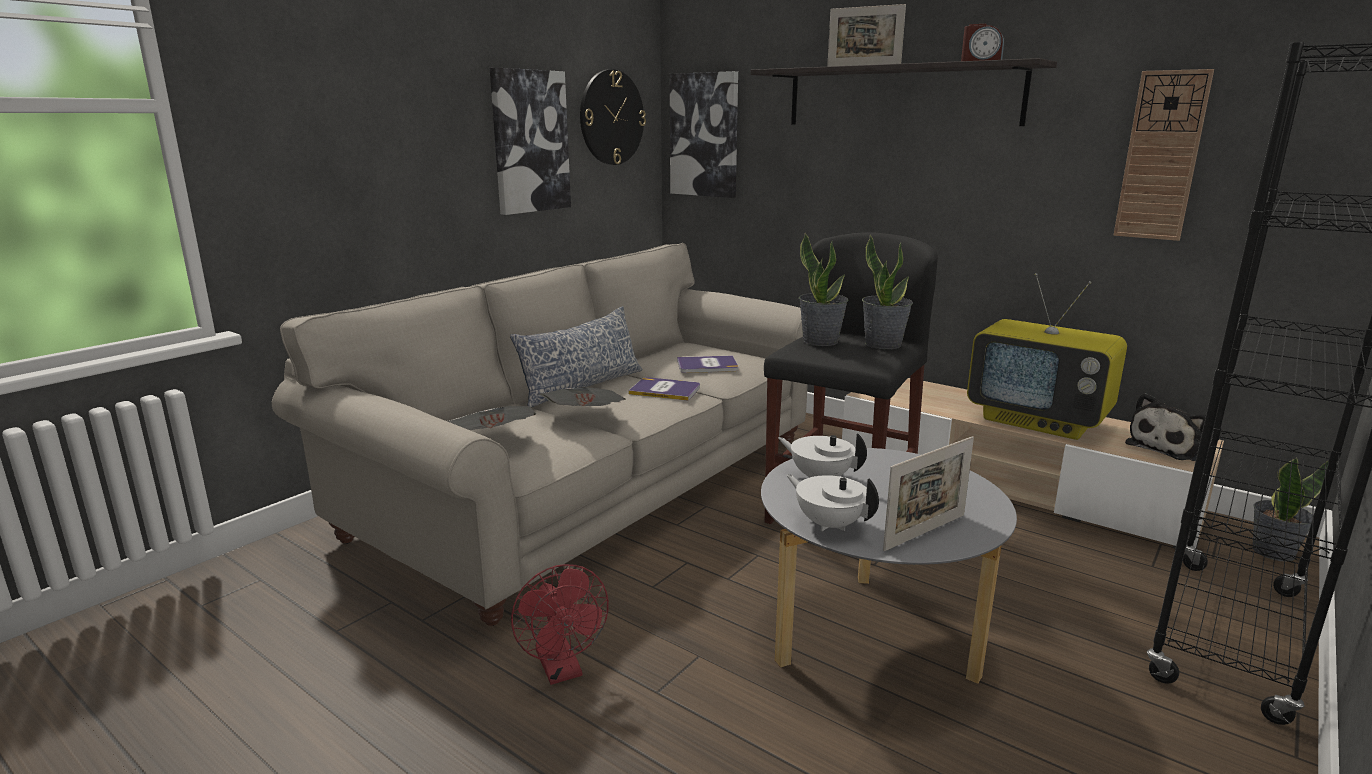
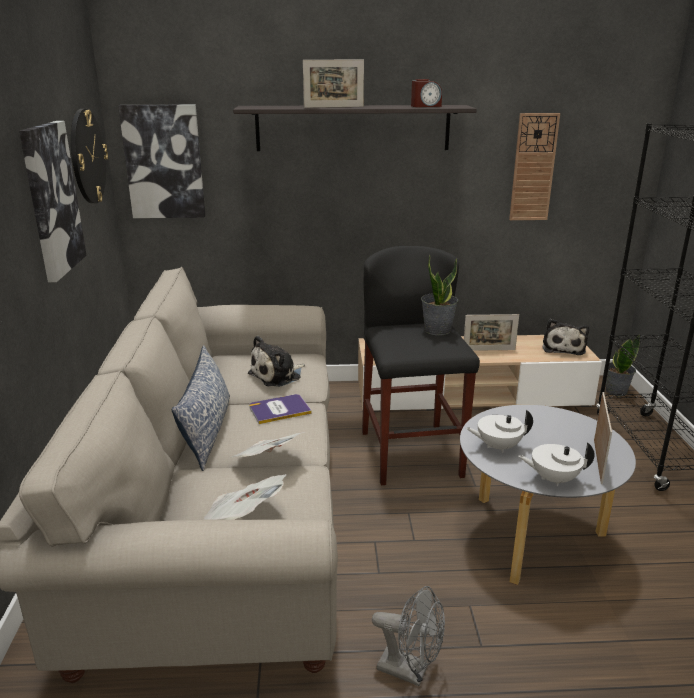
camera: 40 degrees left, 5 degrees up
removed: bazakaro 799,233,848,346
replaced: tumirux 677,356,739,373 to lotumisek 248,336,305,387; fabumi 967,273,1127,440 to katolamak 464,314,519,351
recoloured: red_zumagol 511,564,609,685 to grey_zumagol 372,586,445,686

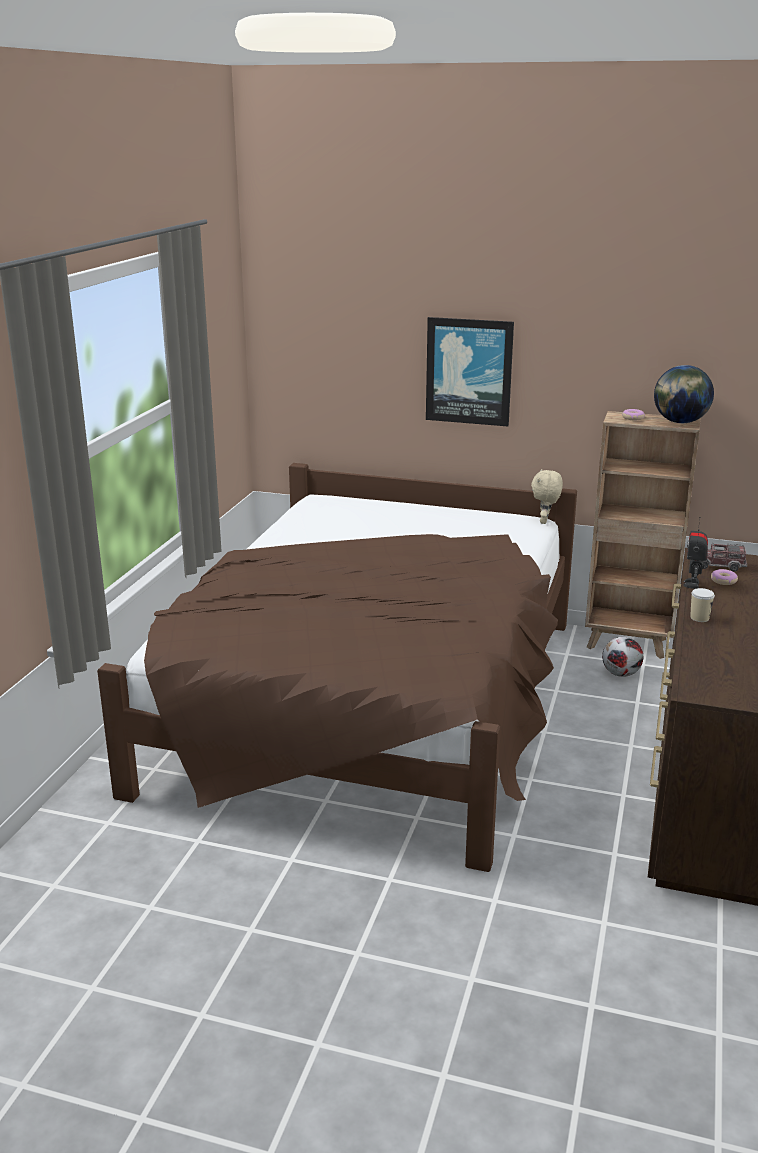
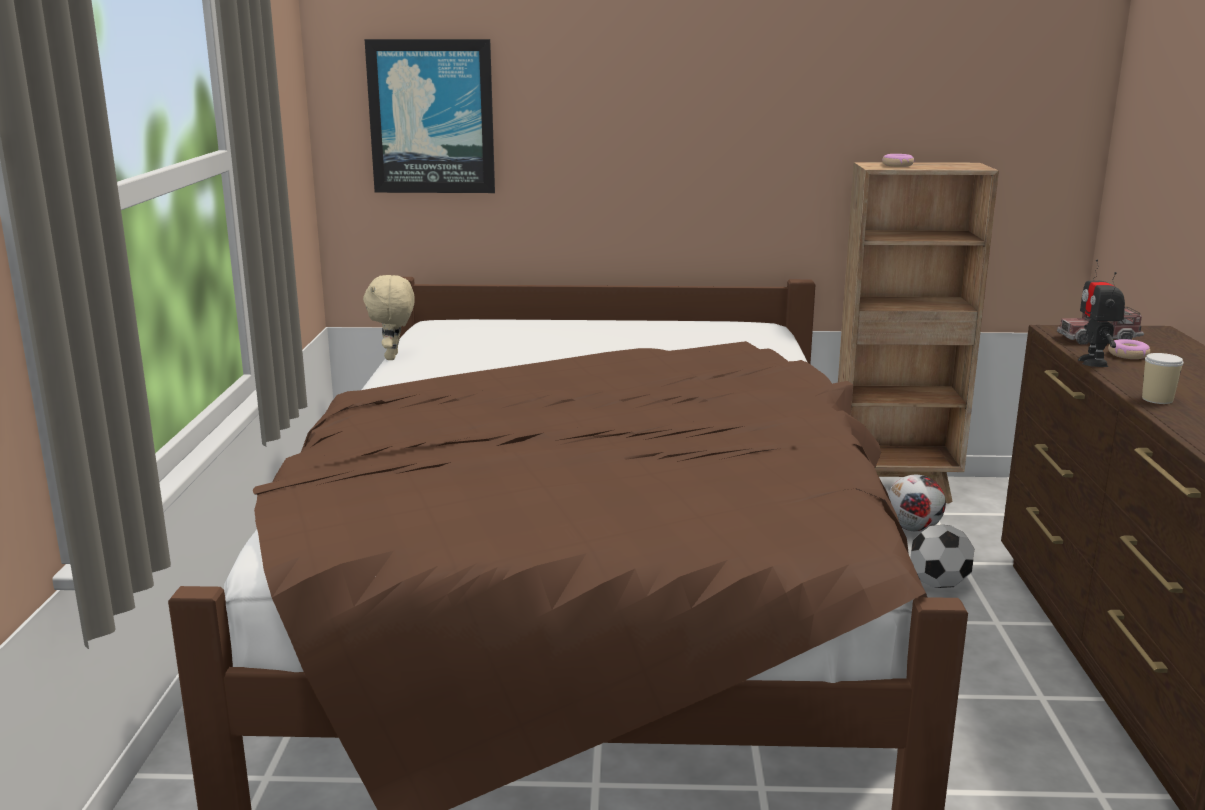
camera: 15 degrees left, 5 degrees down
removed: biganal 654,365,714,423
added: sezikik 910,525,974,588
moved: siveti 426,317,514,426 to 364,39,495,193; beige_lotumisek 531,469,563,524 to 363,275,415,360

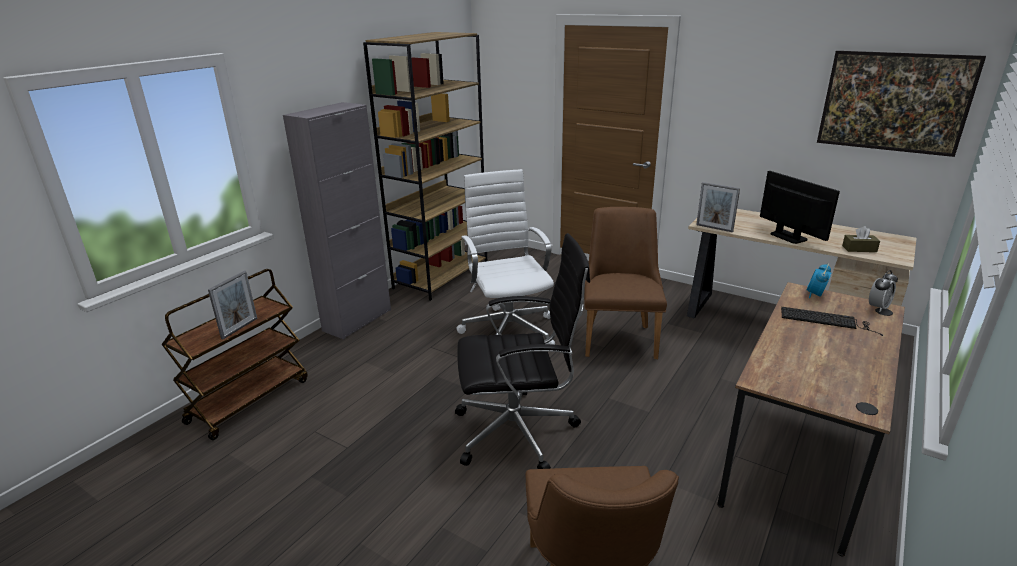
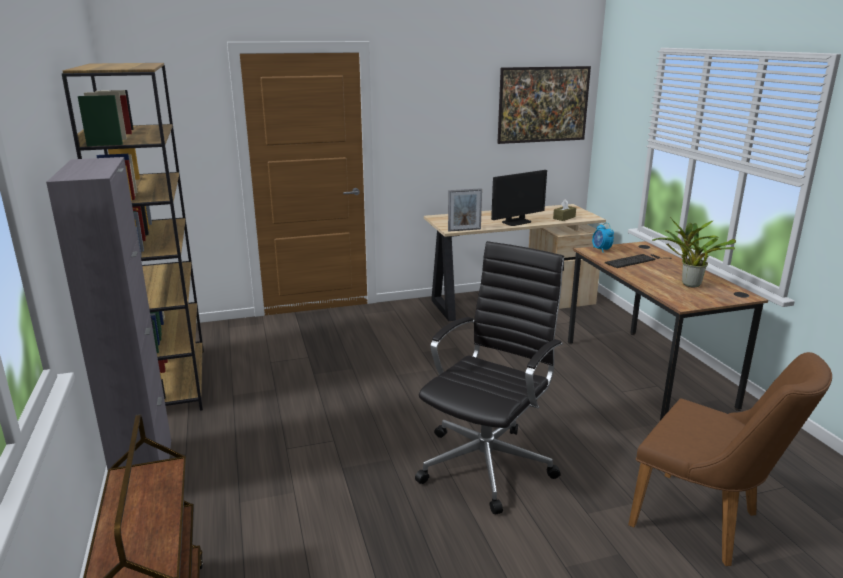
camera: 50 degrees left, 5 degrees down
removed: katolamak 208,271,257,340; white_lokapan 457,169,555,345; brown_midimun 584,207,667,359; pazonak 869,270,898,312
added: bazakaro 652,217,736,287
turned: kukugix 760,171,840,244 = 491,170,547,226 135 degrees clockwise

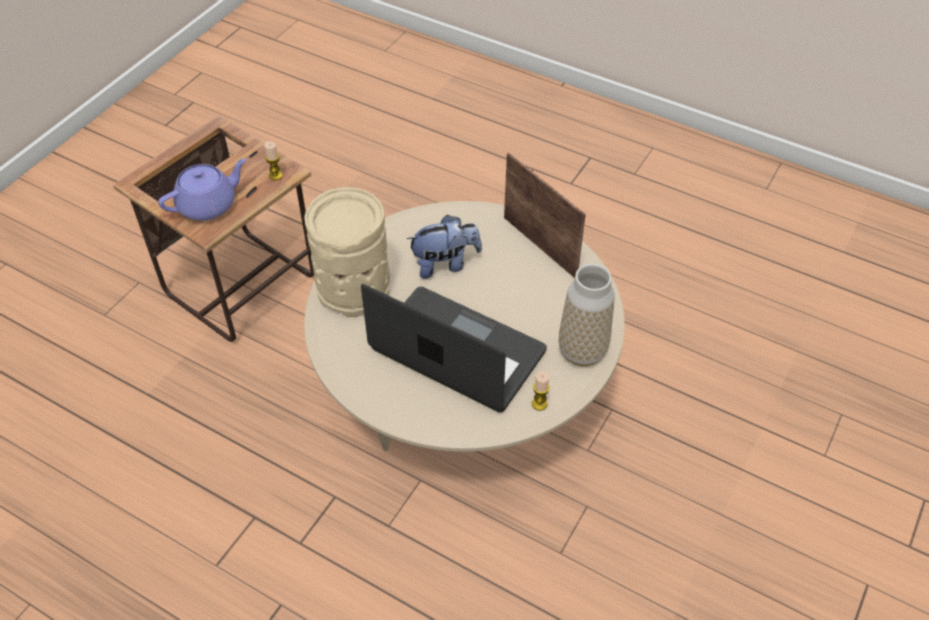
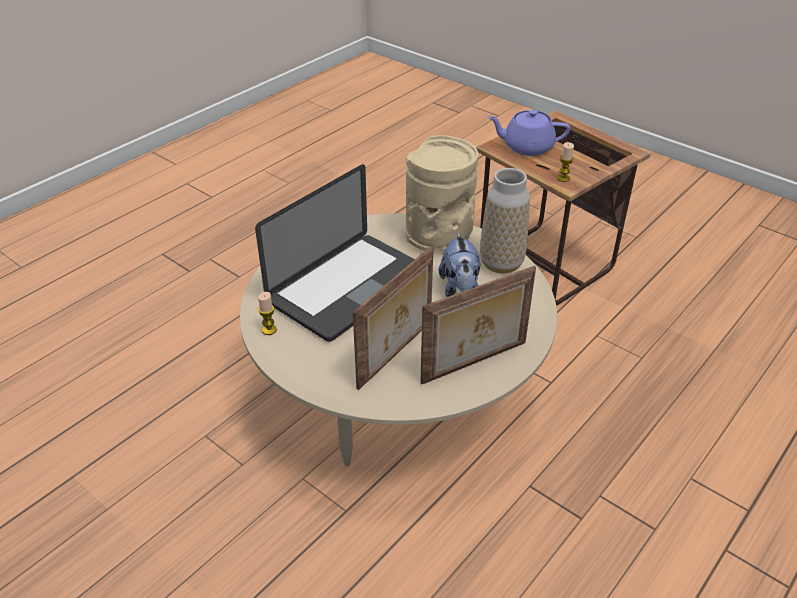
camera: 100 degrees right, 10 degrees down
added: katolamak 353,246,433,390
moved: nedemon 559,264,615,366 to 480,168,530,274
turned: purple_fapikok 158,159,247,221 = 488,110,571,156 120 degrees clockwise

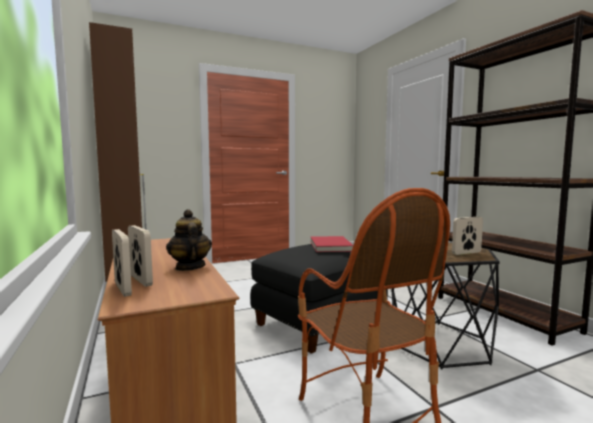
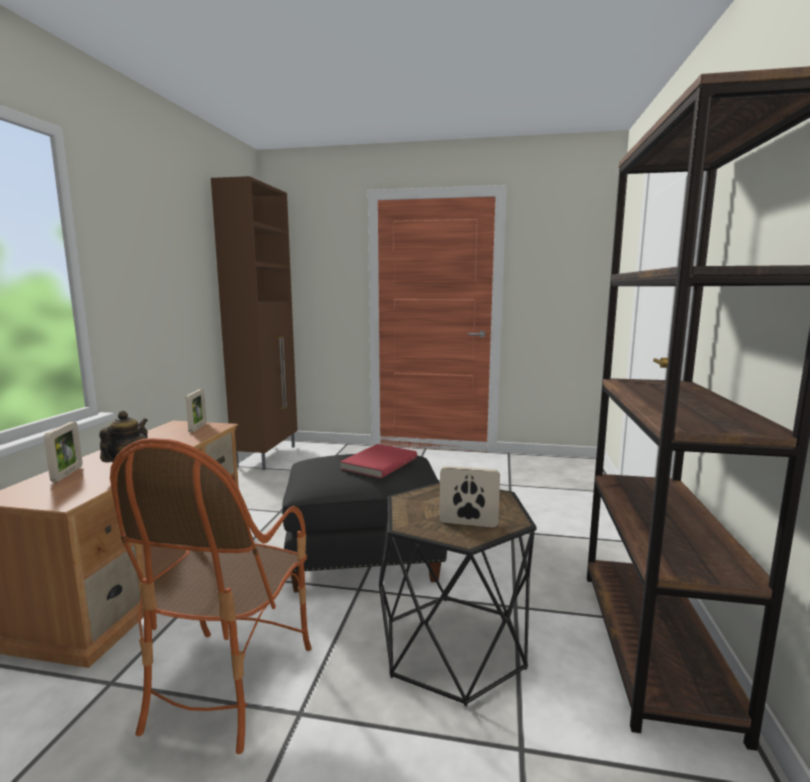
camera: 35 degrees right, 5 degrees up
moved: katolamak 112,229,132,297 to 186,389,207,432

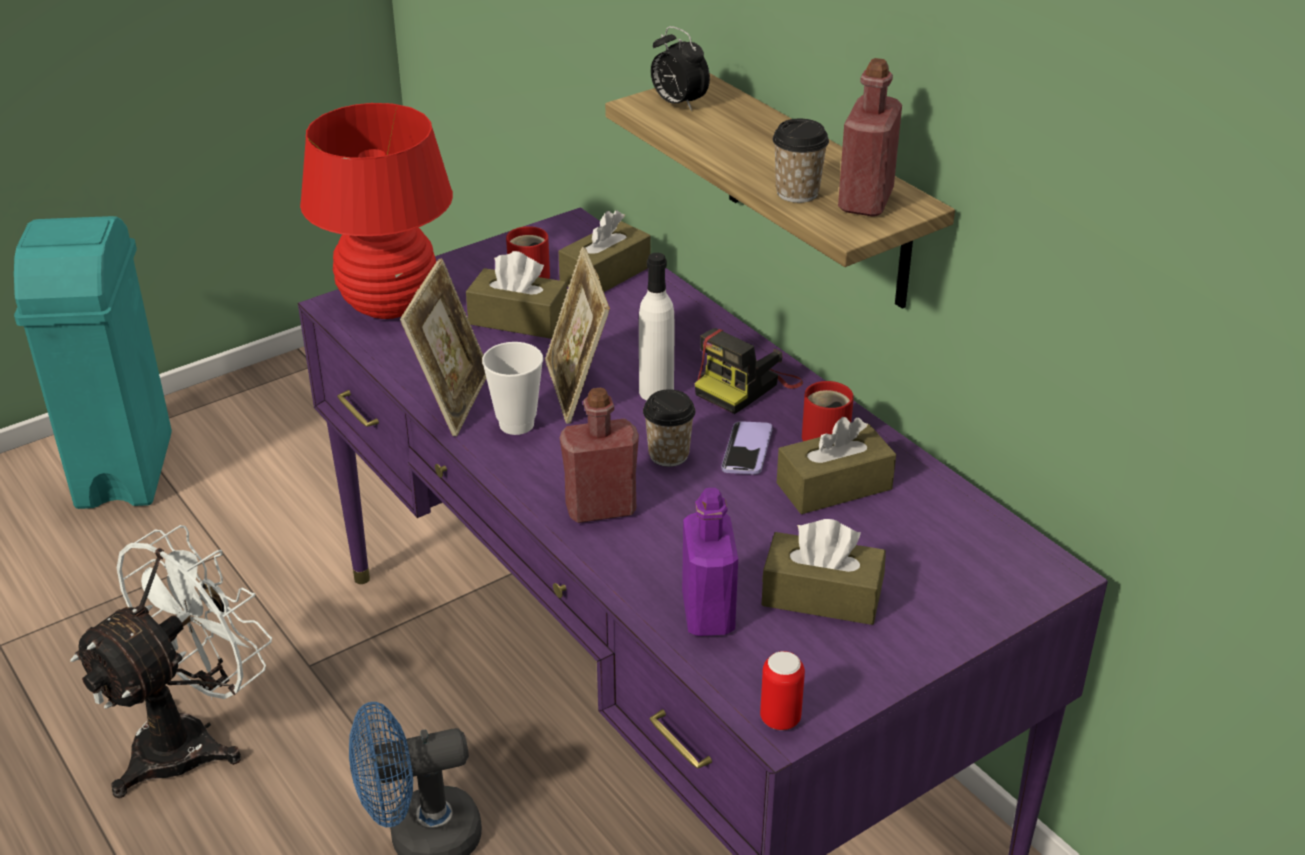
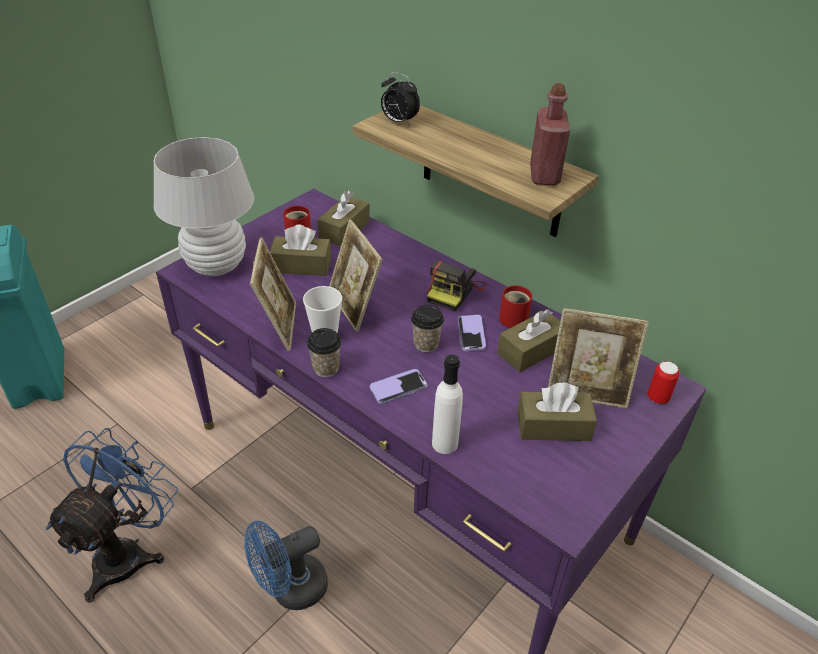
camera: 15 degrees left, 5 degrees up
removed: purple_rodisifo 682,488,738,636
added: katolamak 548,308,649,408
moved: white_rodisifo 639,253,674,401 to 432,355,463,454; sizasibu 760,651,805,730 to 648,361,679,404; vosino 773,119,829,203 to 307,328,341,377
replaced: red_rodisifo 559,388,639,523 to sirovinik 370,369,427,404
recoloured: white_zumagol 70,525,272,798 to blue_zumagol 46,428,178,603; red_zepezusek 300,103,453,319 to white_zepezusek 154,137,254,276

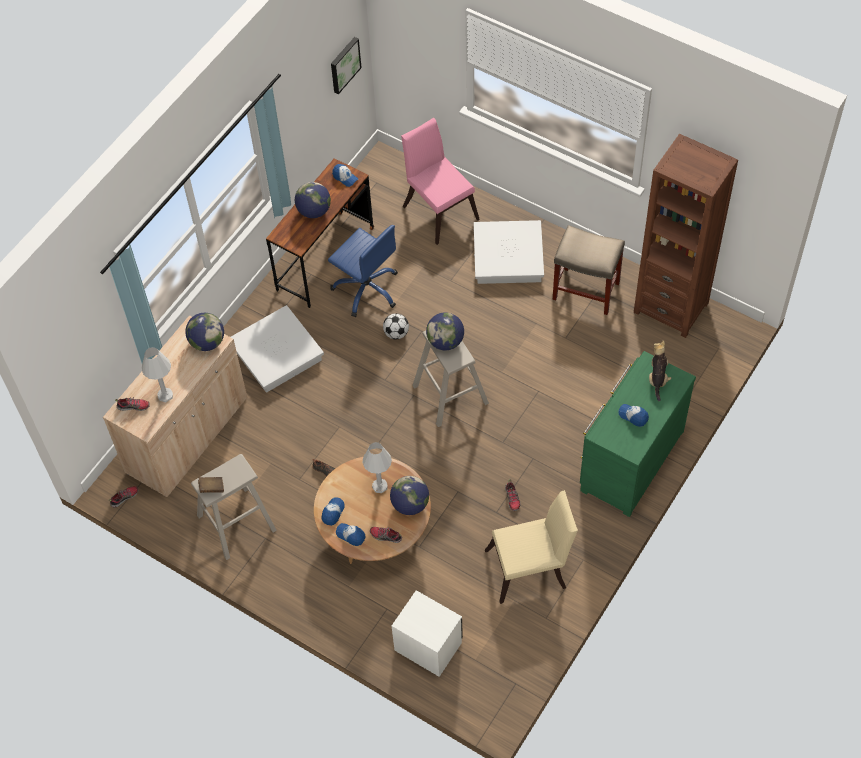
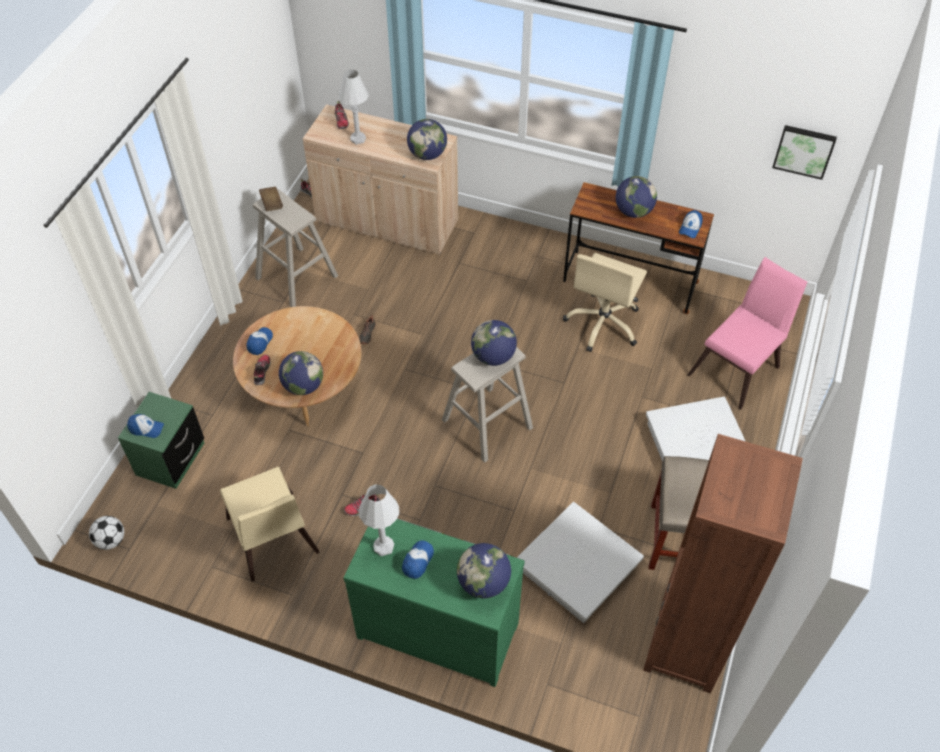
camera: 75 degrees right, 5 degrees down
moved: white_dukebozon 231,305,324,393 to 517,502,644,623; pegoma 321,497,345,526 to 127,414,164,438; white_zepezusek 362,442,392,493 to 359,484,399,556; sezikik 383,313,409,339 to 89,516,124,550
replaced: lotumisek 649,340,672,401 to biganal 457,543,511,598
recoloured: blue_lokapan 328,225,398,317 to beige_lokapan 563,253,647,352; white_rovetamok 392,590,463,677 to green_rovetamok 118,392,204,489

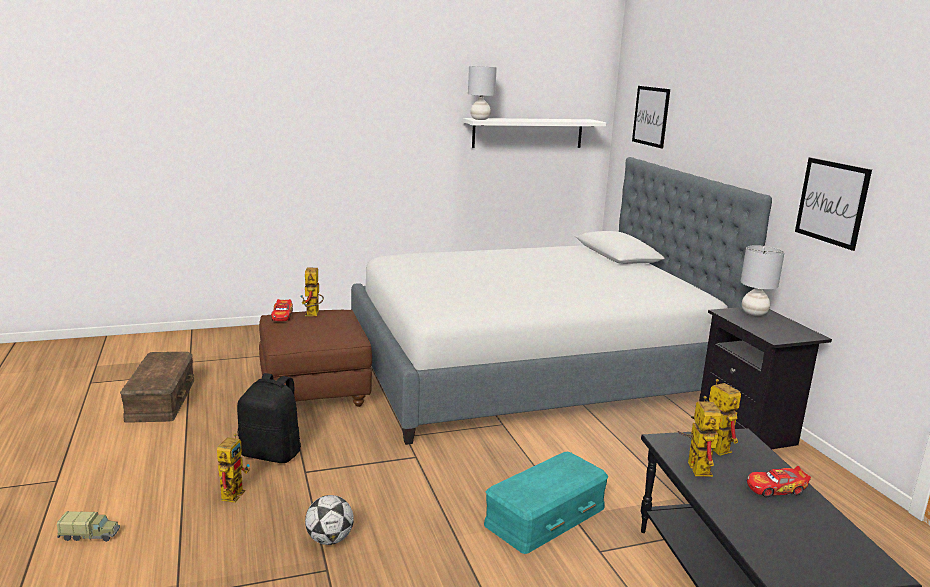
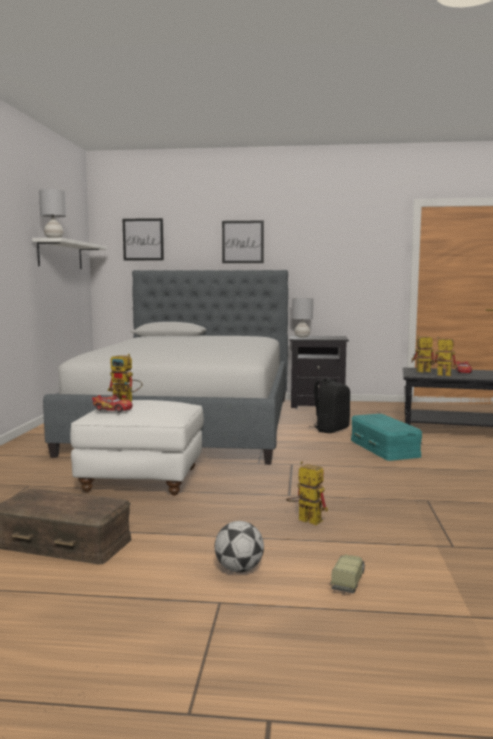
camera: 65 degrees left, 10 degrees down
moved: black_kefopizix 237,373,301,463 to 309,378,350,433; sezikik 305,495,354,545 to 214,521,264,573; siveti 795,157,872,251 to 222,220,264,263
recoloured: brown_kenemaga 259,310,372,407 to white_kenemaga 70,400,204,496

